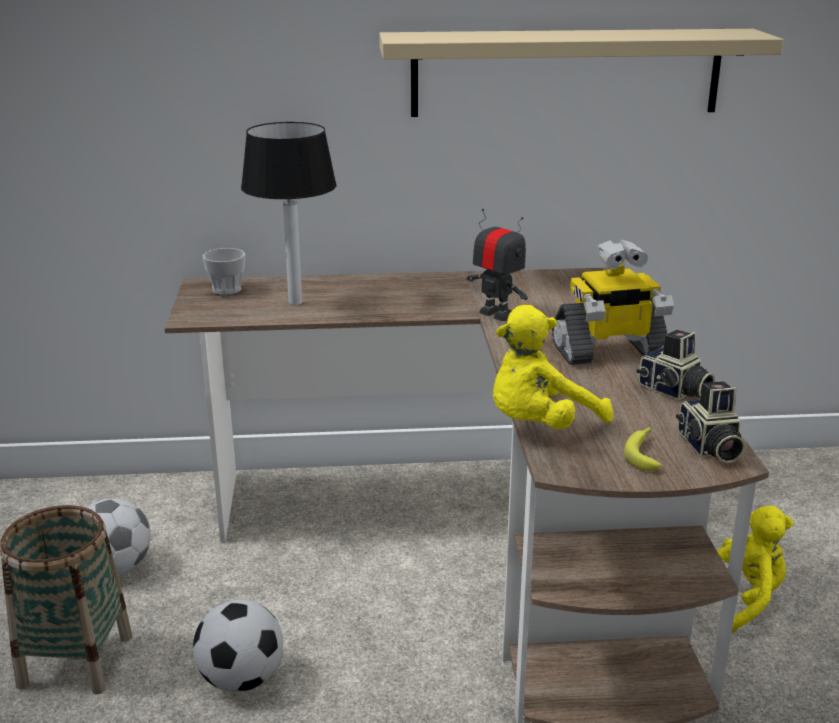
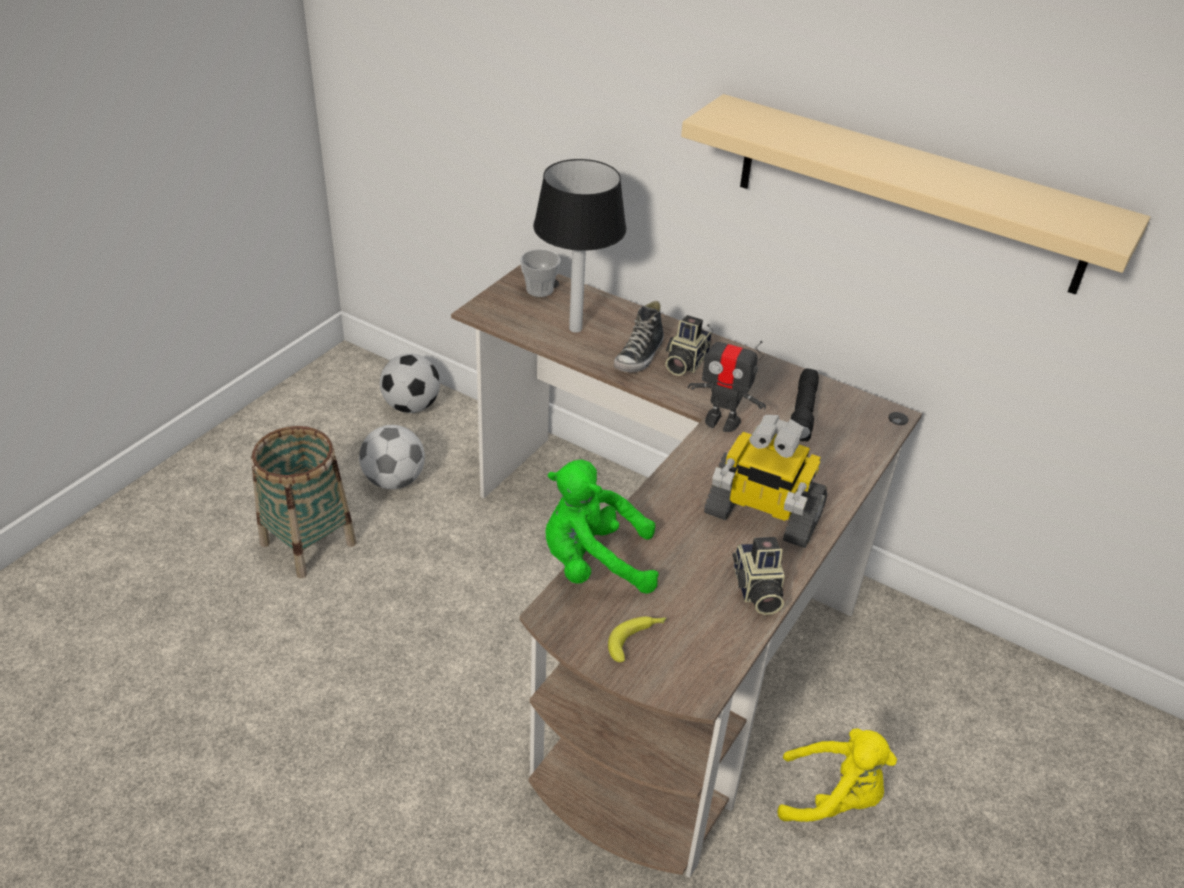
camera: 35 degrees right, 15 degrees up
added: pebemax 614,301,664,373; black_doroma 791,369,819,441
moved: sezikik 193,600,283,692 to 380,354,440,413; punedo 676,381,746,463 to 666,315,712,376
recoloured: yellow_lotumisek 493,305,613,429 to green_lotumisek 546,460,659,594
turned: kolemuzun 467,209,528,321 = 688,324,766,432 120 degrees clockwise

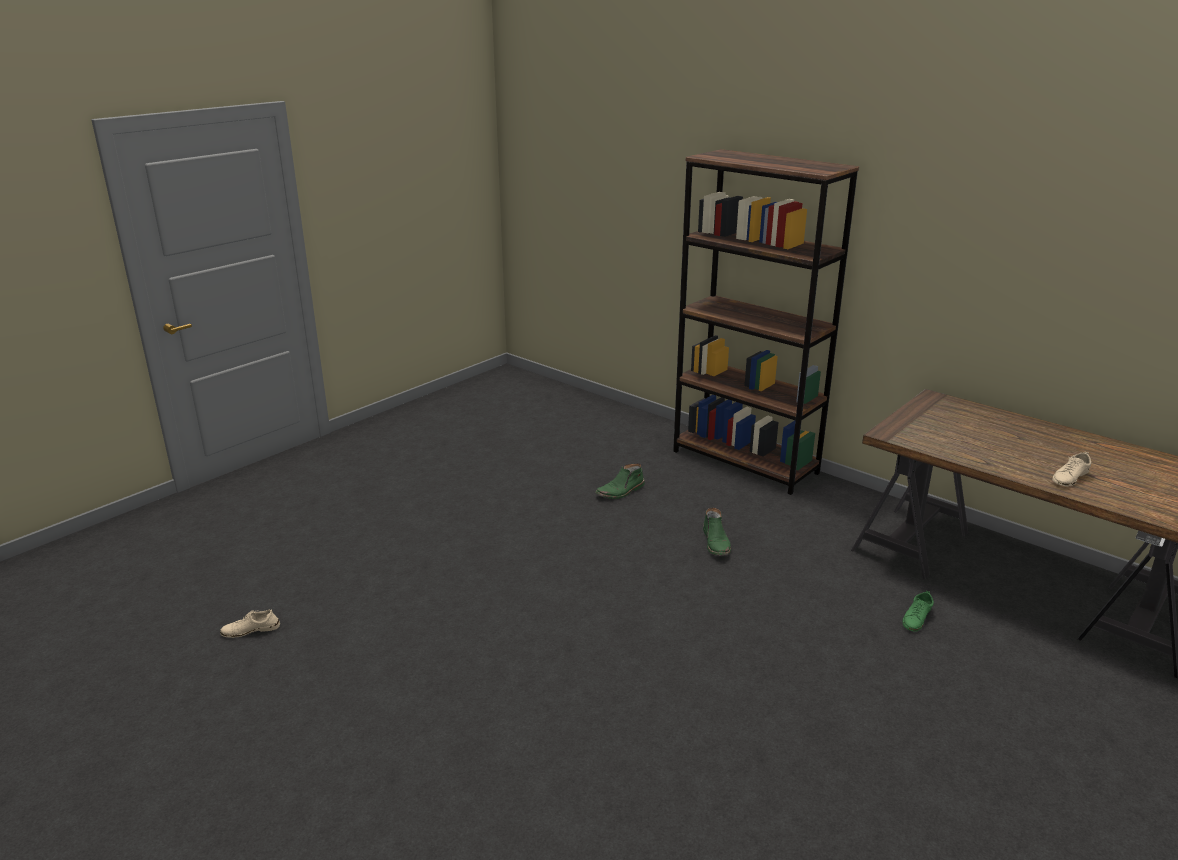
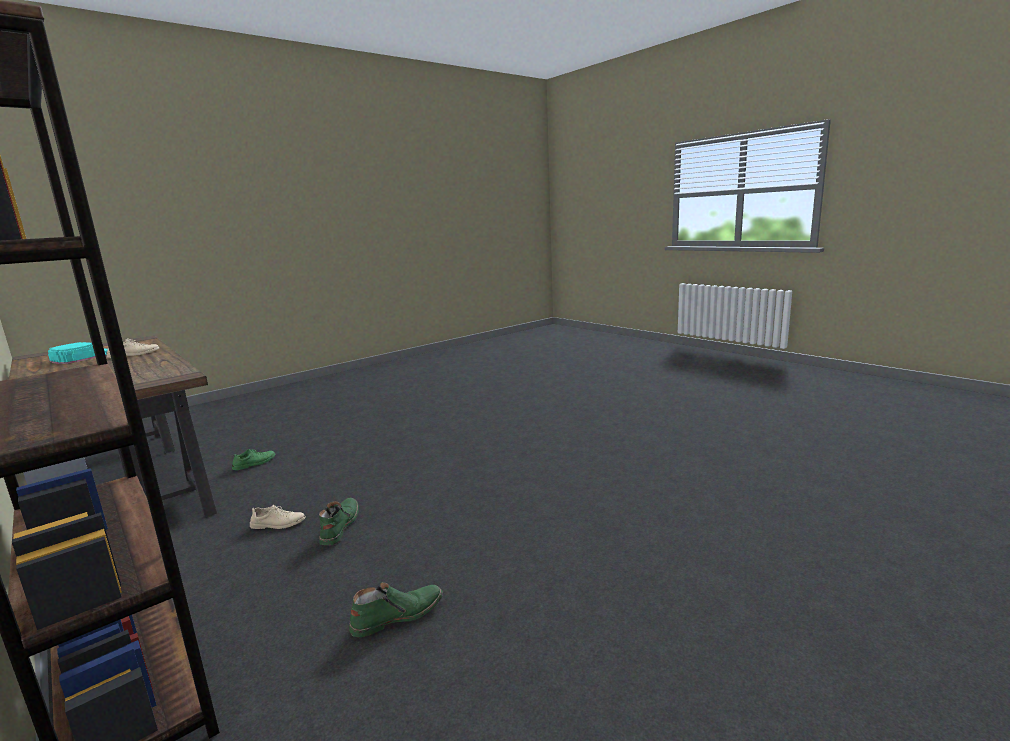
camera: 170 degrees left, 10 degrees down
added: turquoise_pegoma 48,342,108,364
moved: beige_pebemax 220,609,280,638 to 250,505,306,529

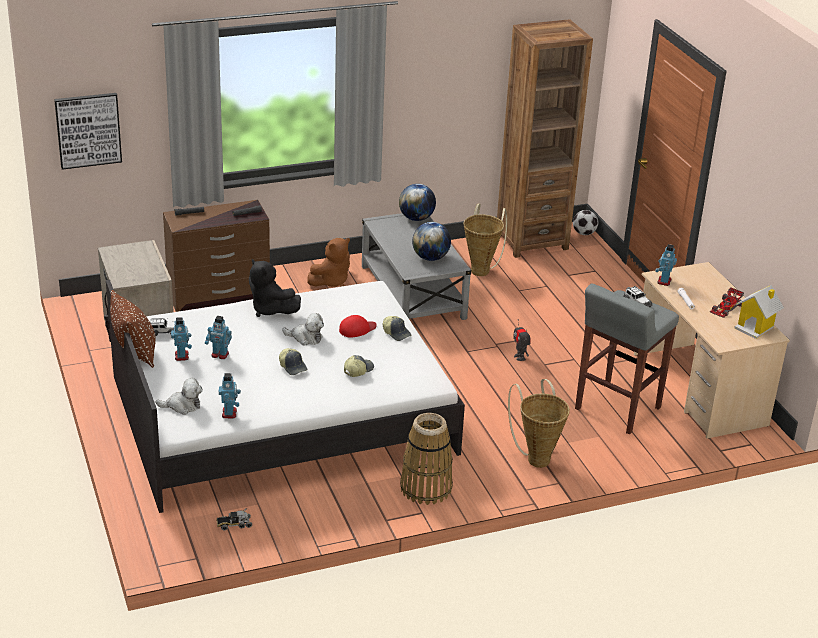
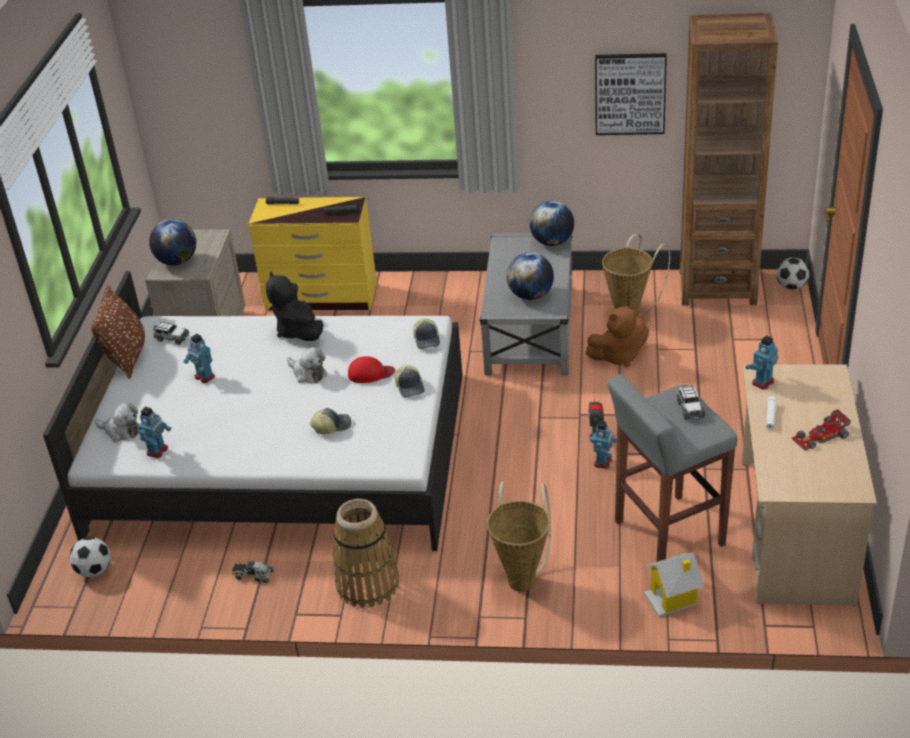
camera: 30 degrees right, 5 degrees up
added: sezikik 70,537,110,577; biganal 149,219,196,266
moved: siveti 54,93,122,170 to 595,53,667,135; kolemuzun 171,317,192,361 to 591,421,617,469; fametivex 216,508,252,531 to 232,560,274,583; pegoma 279,348,307,375 to 413,318,440,349; brown_lotumisek 308,238,350,287 to 585,306,649,367; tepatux 734,285,784,339 to 644,553,704,617
recoloured: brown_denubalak 163,200,270,312 to yellow_denubalak 248,197,377,310

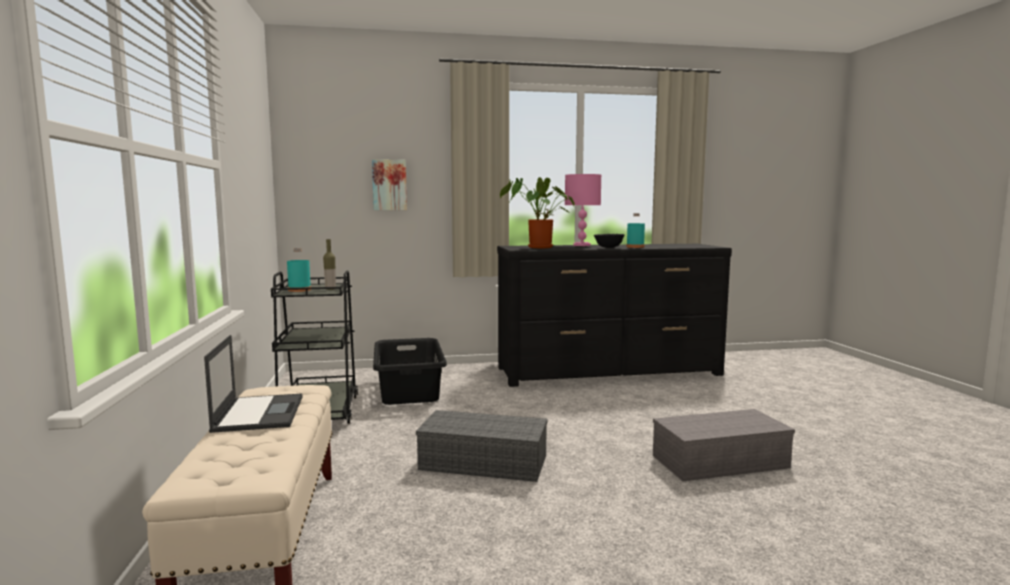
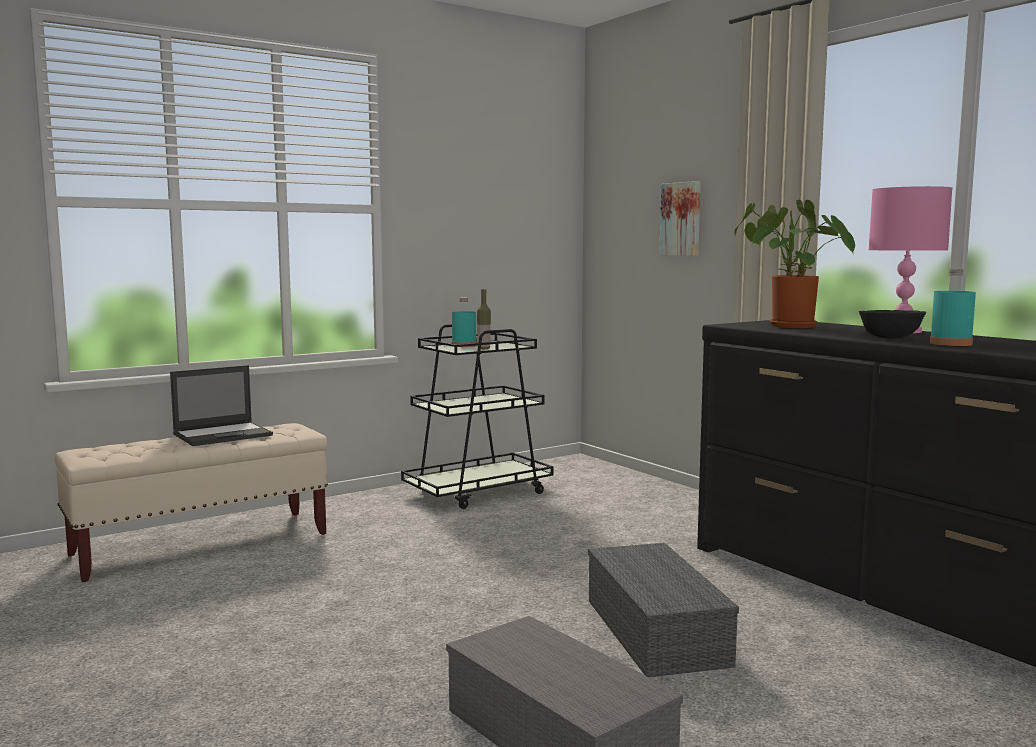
camera: 65 degrees right, 0 degrees up
removed: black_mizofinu 373,338,447,405
moved: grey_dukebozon 416,410,548,482 to 588,543,739,677

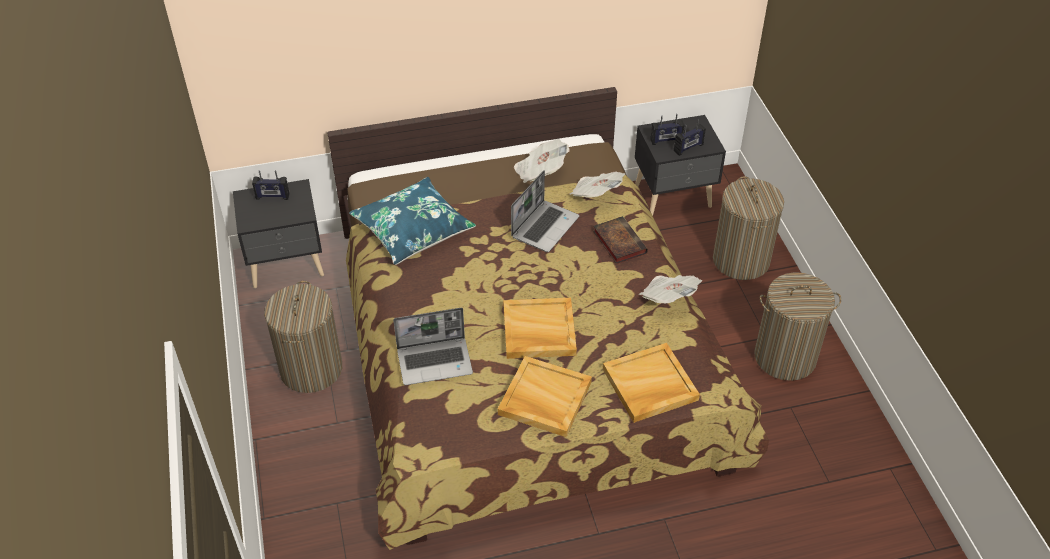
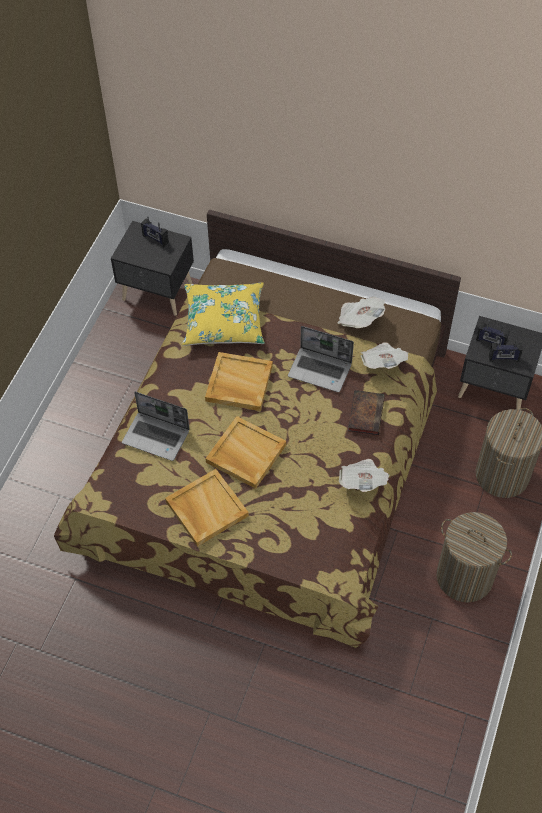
camera: 35 degrees right, 10 degrees up
removed: mizofinu 264,281,342,393
moved: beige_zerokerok 603,343,700,423 to 205,352,273,411
recoloured: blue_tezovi 349,177,476,265 to yellow_tezovi 182,282,265,346
turned: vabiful 511,170,579,252 = 288,326,354,392 45 degrees clockwise

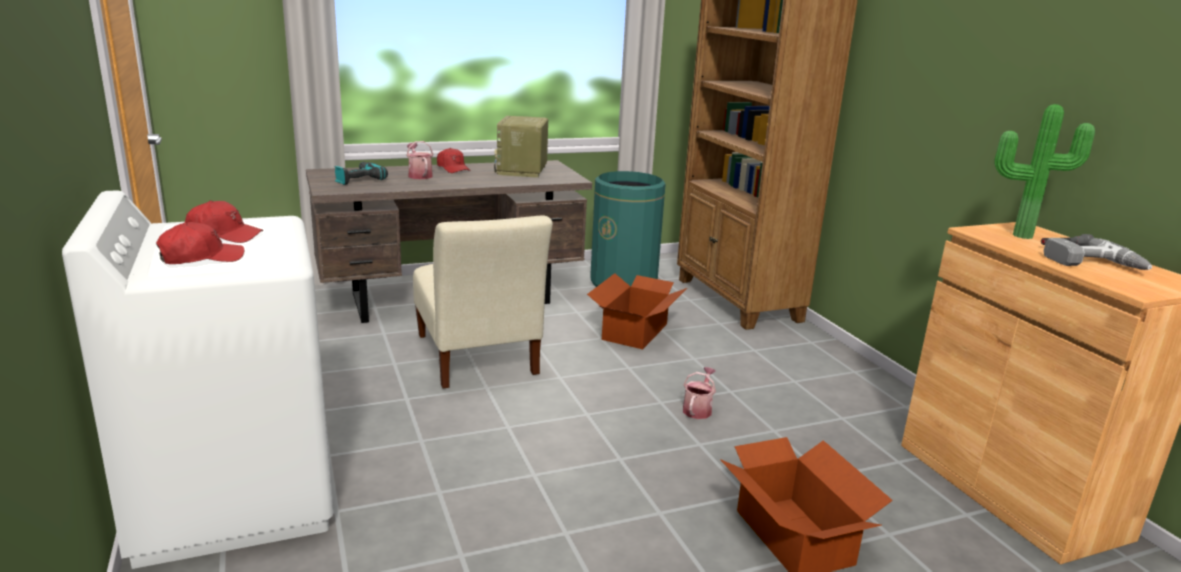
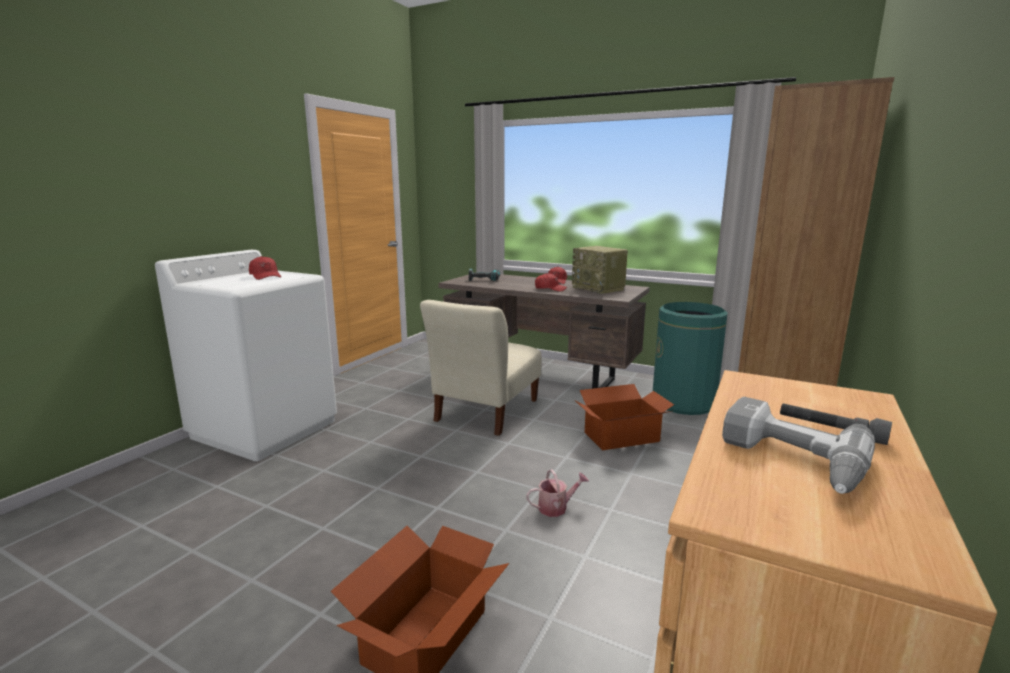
camera: 50 degrees right, 5 degrees down
removed: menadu 406,141,433,179; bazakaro 995,104,1095,239
moved: red_pegoma 156,222,244,264 to 535,273,567,292
turned: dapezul 494,116,548,178 = 572,246,628,294 90 degrees counterclockwise

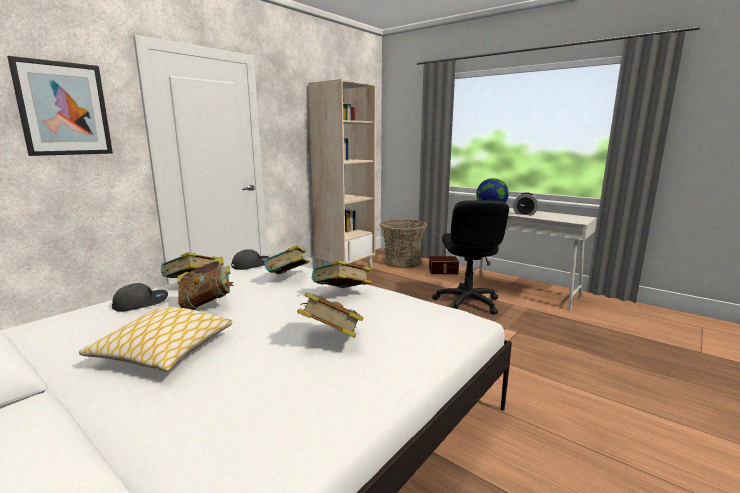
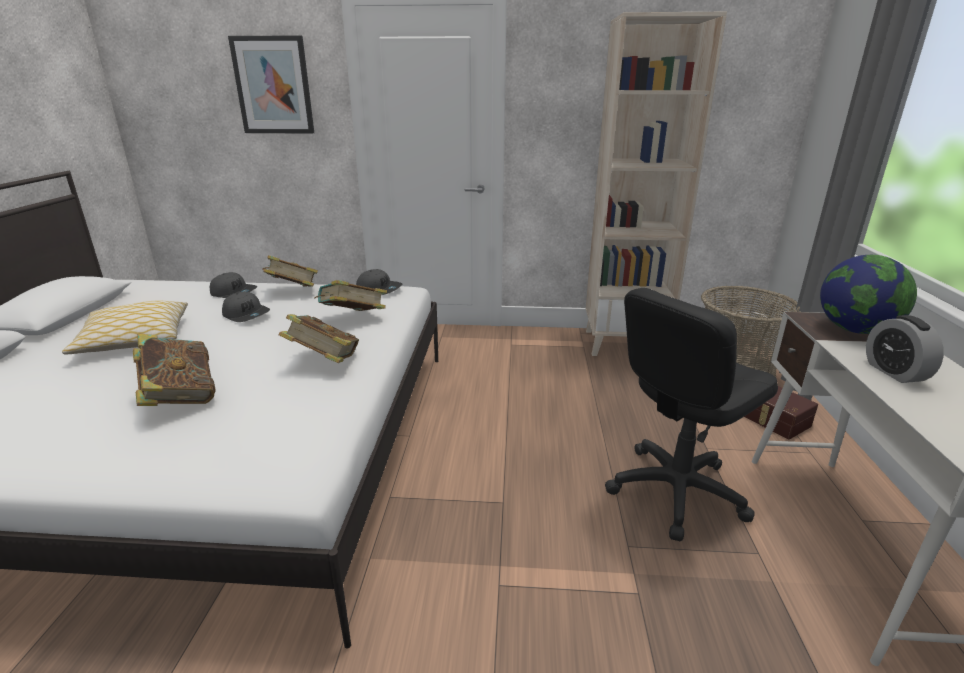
camera: 55 degrees right, 10 degrees up
replaced: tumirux 177,256,233,310 to grey_pegoma 222,292,270,322

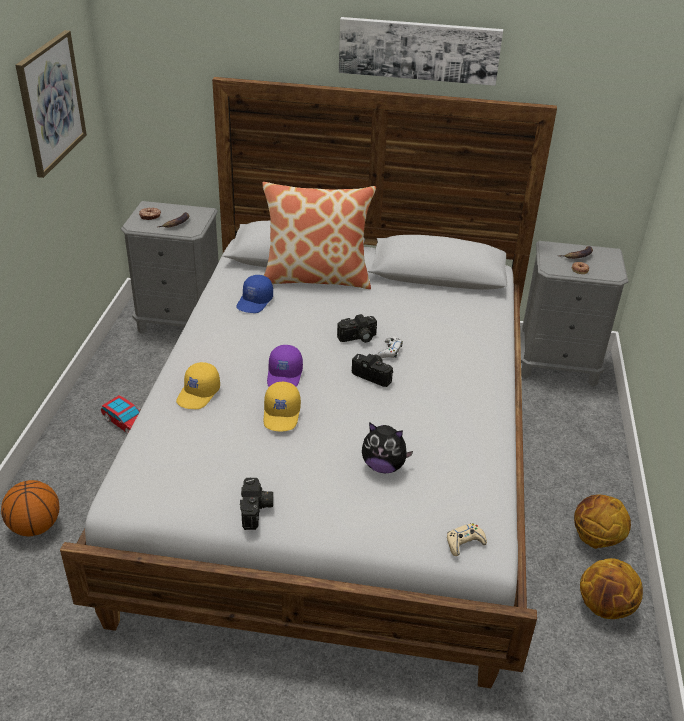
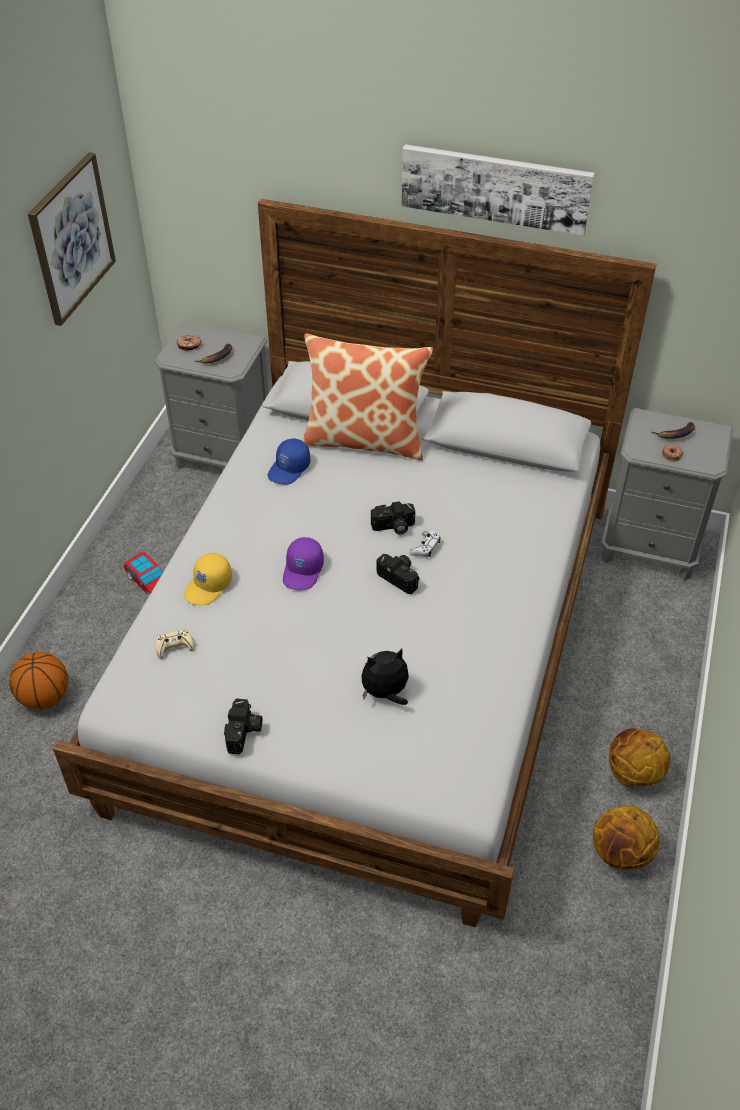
camera: 10 degrees right, 10 degrees up
removed: yellow_pegoma 264,382,301,431
moved: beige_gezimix 447,523,487,556 to 156,630,194,659
turned: lotumisek 362,422,413,473 = 361,649,409,705 135 degrees clockwise

